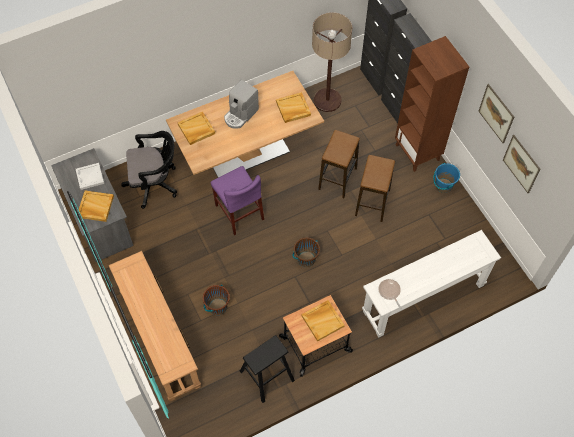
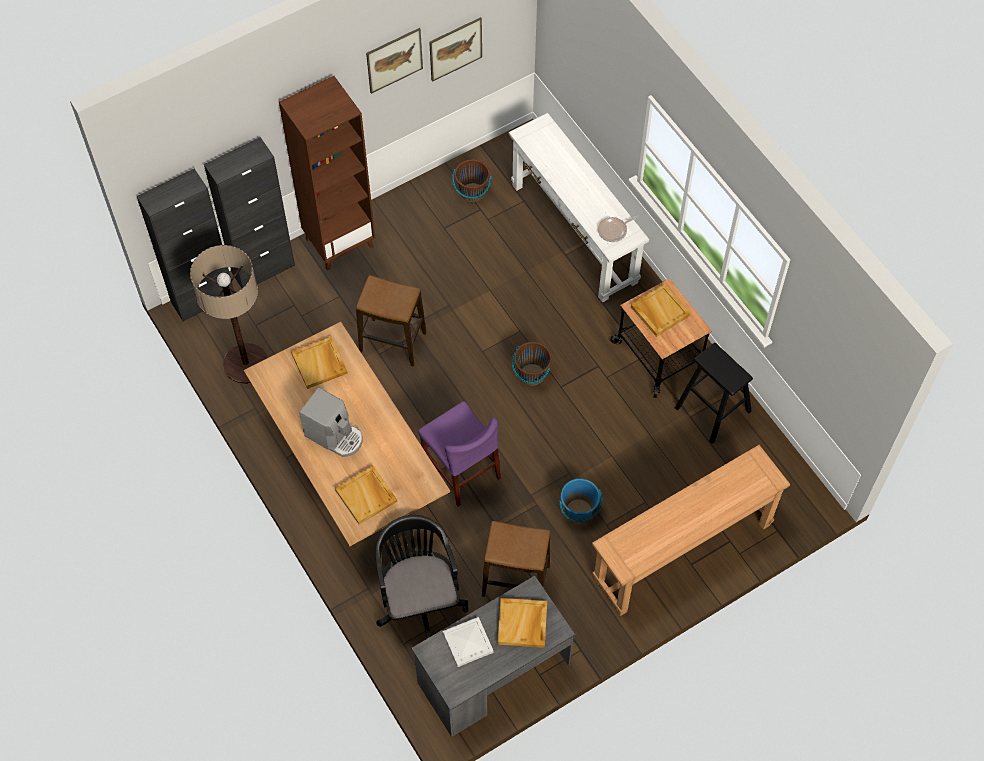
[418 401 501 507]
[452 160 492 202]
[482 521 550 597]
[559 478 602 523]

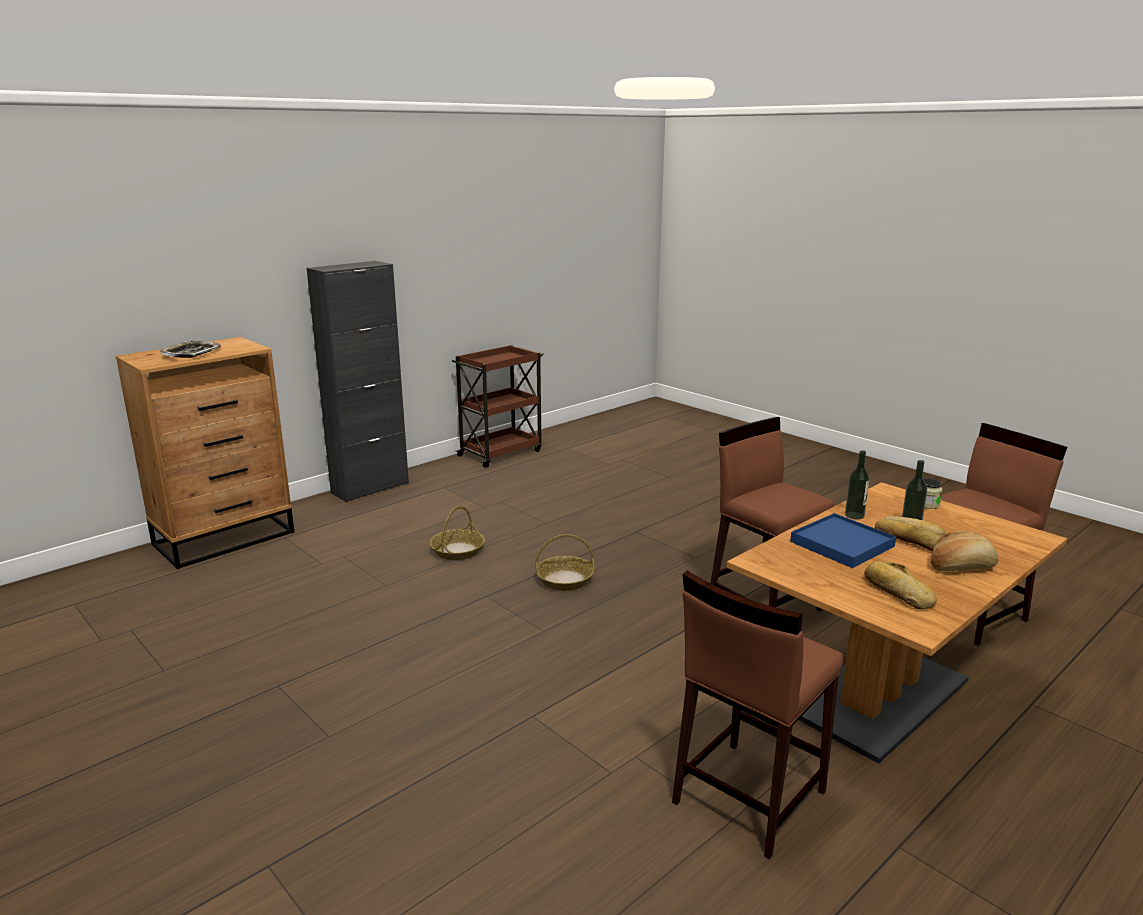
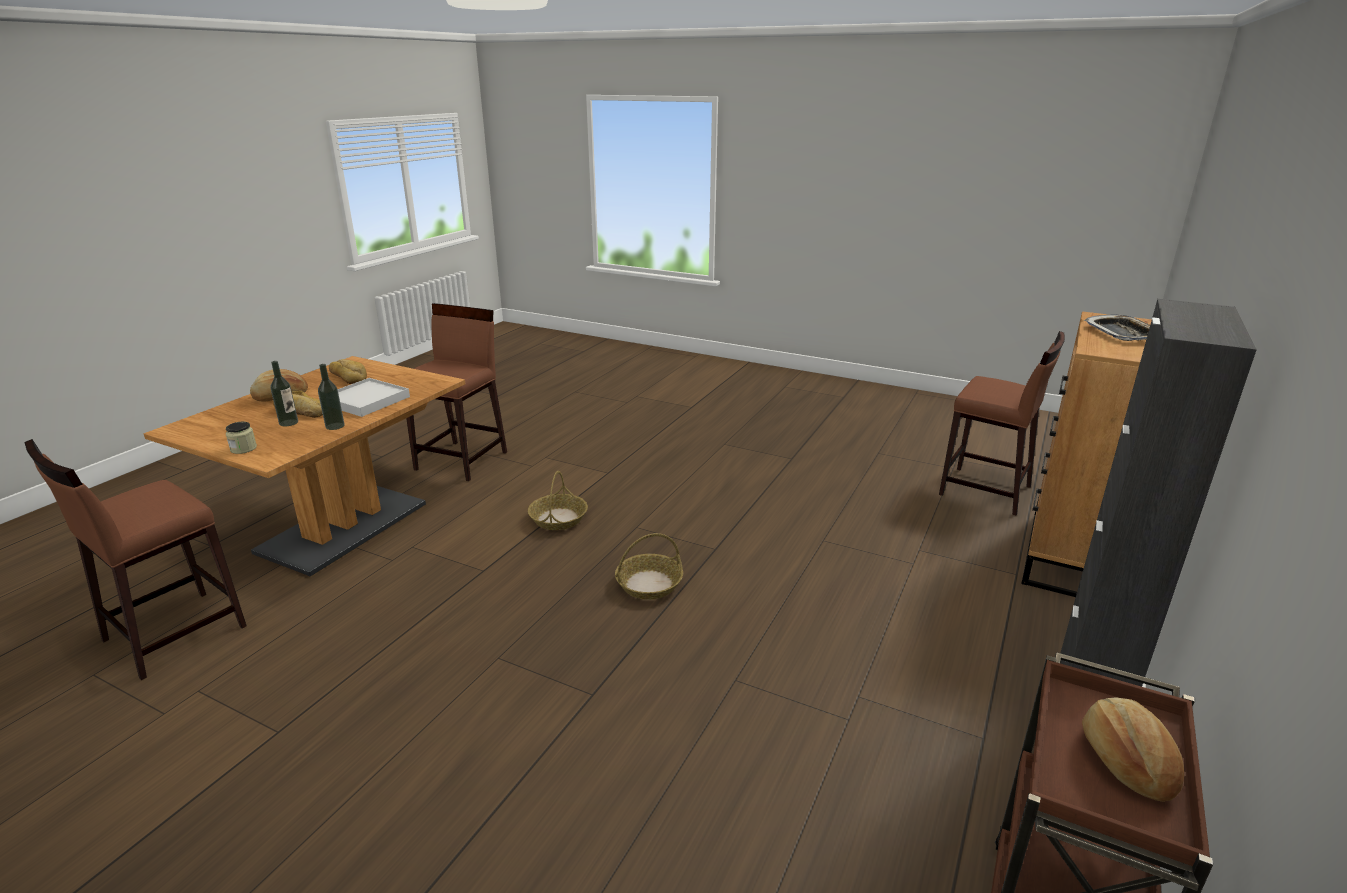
[338 378 410 417]
[528 471 588 530]
[939 331 1065 515]
[1082 698 1184 802]

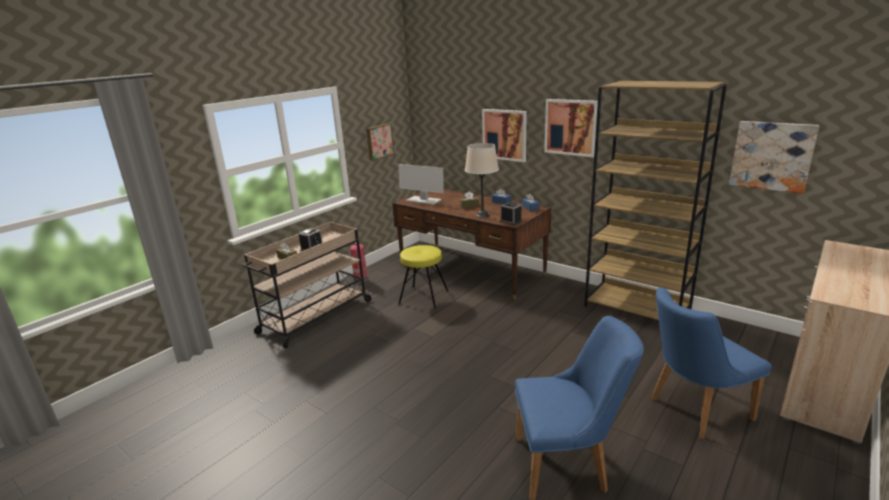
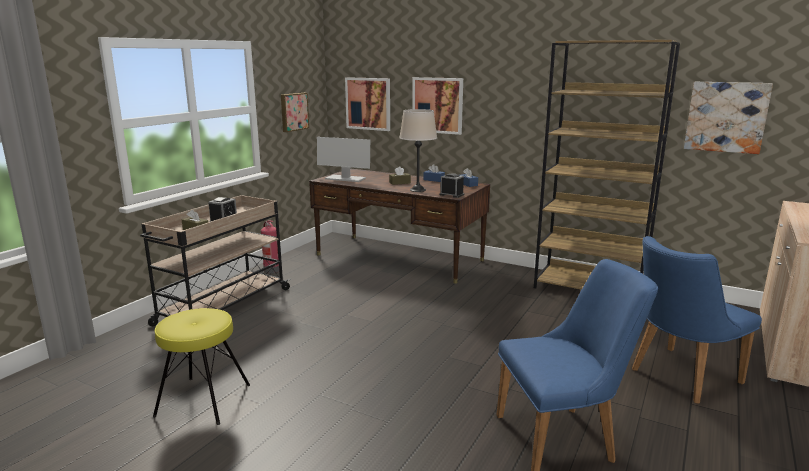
[153 308 250 425]
[345 77 390 131]

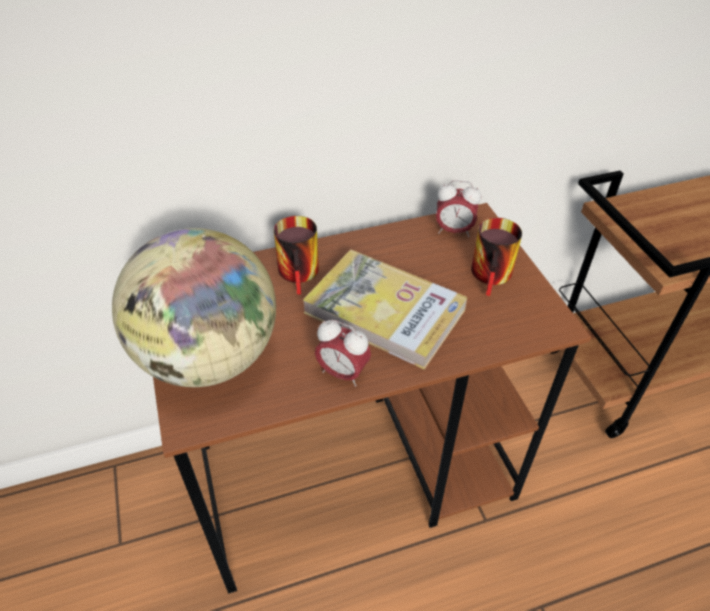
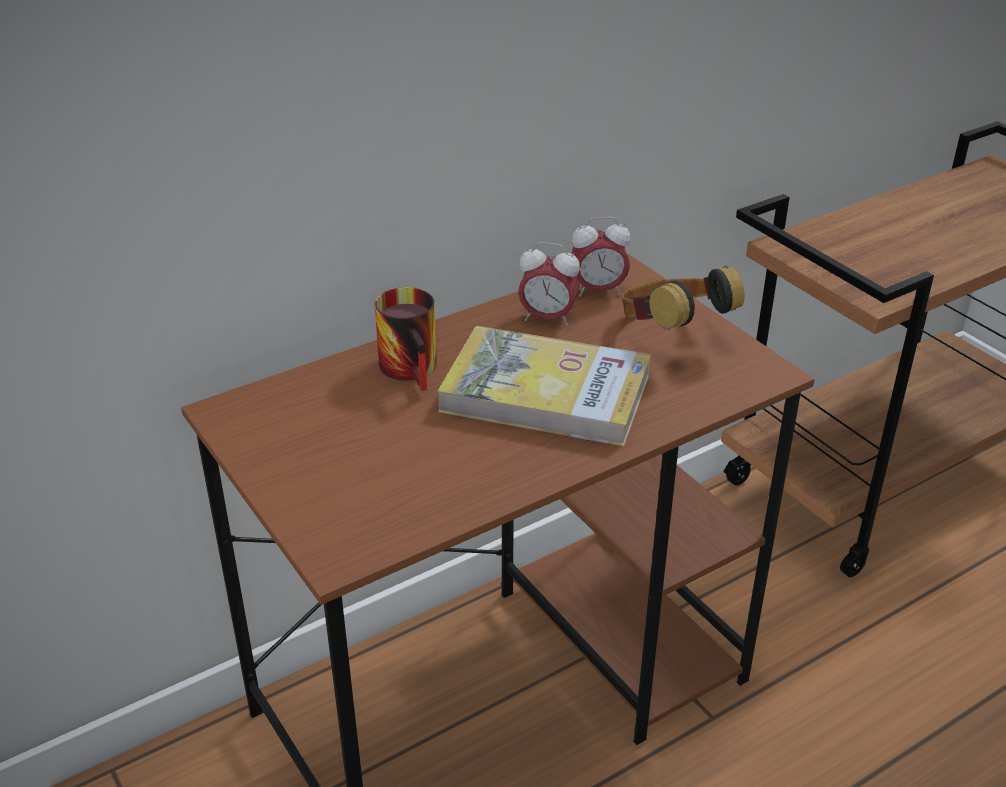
[518 242 580 326]
[622 266 745 330]
[112 228 276 387] (first image)

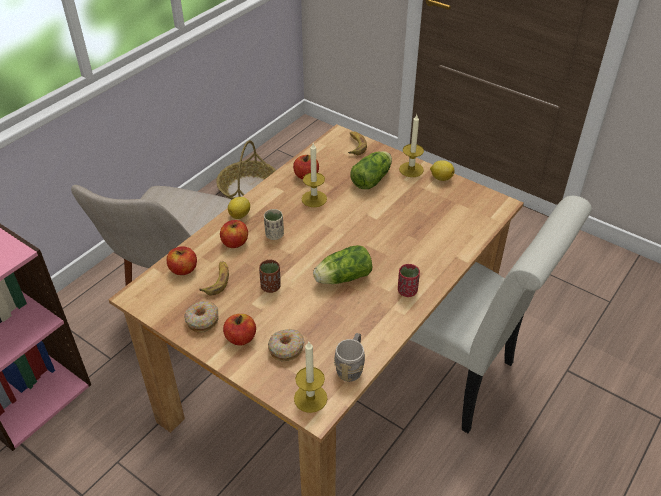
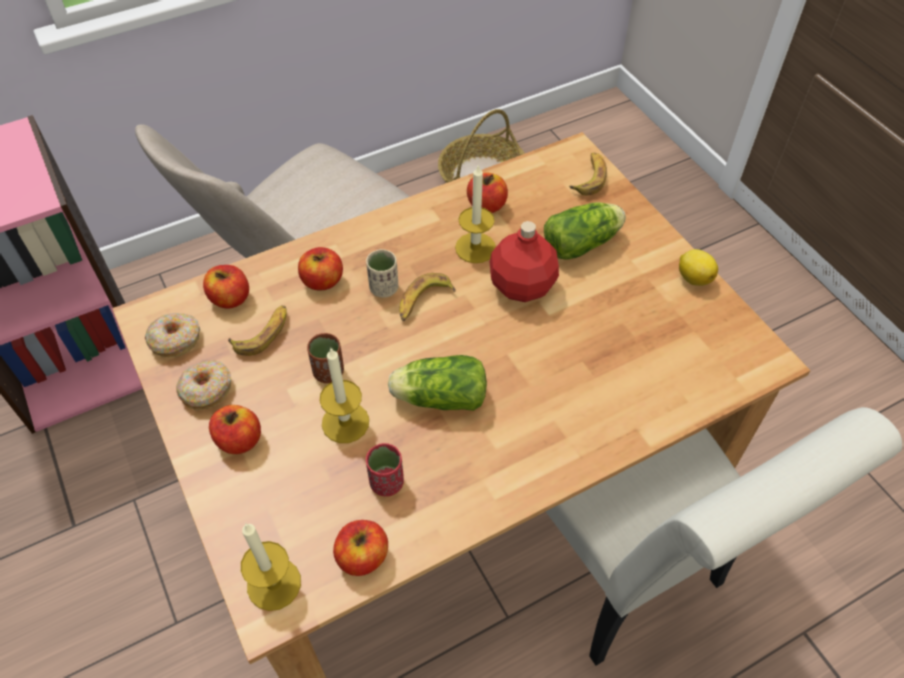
[145 313 200 357]
[319 347 369 443]
[333 520 388 576]
[365 443 404 496]
[399 273 456 321]
[490 221 559 302]
[228 197 250 219] (first image)

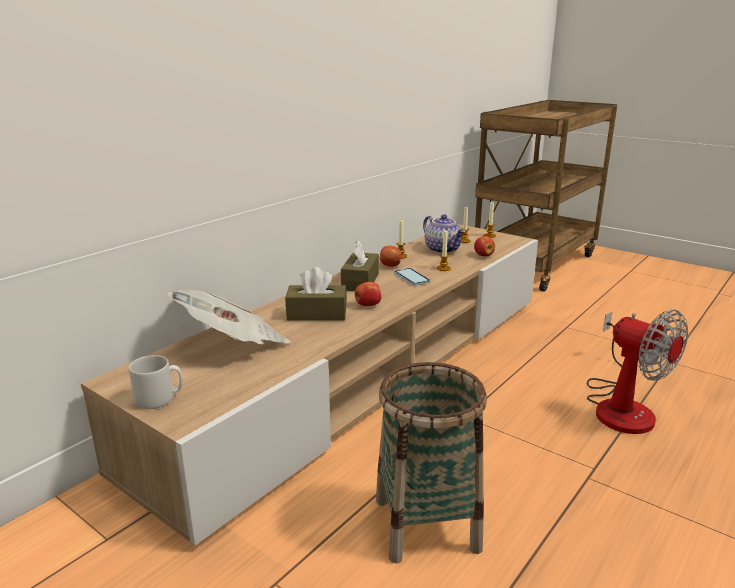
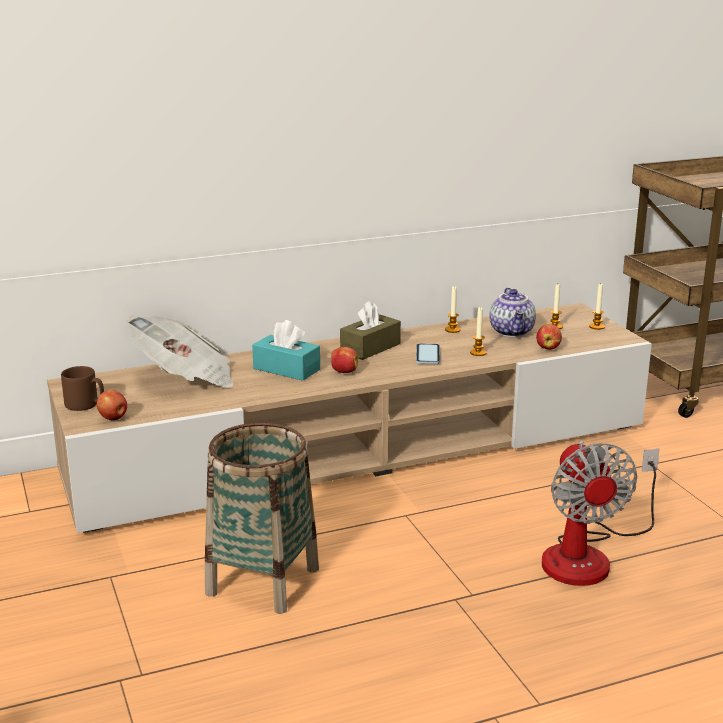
[61 366 104 411]
[97 390 127 420]
[252 320 320 381]

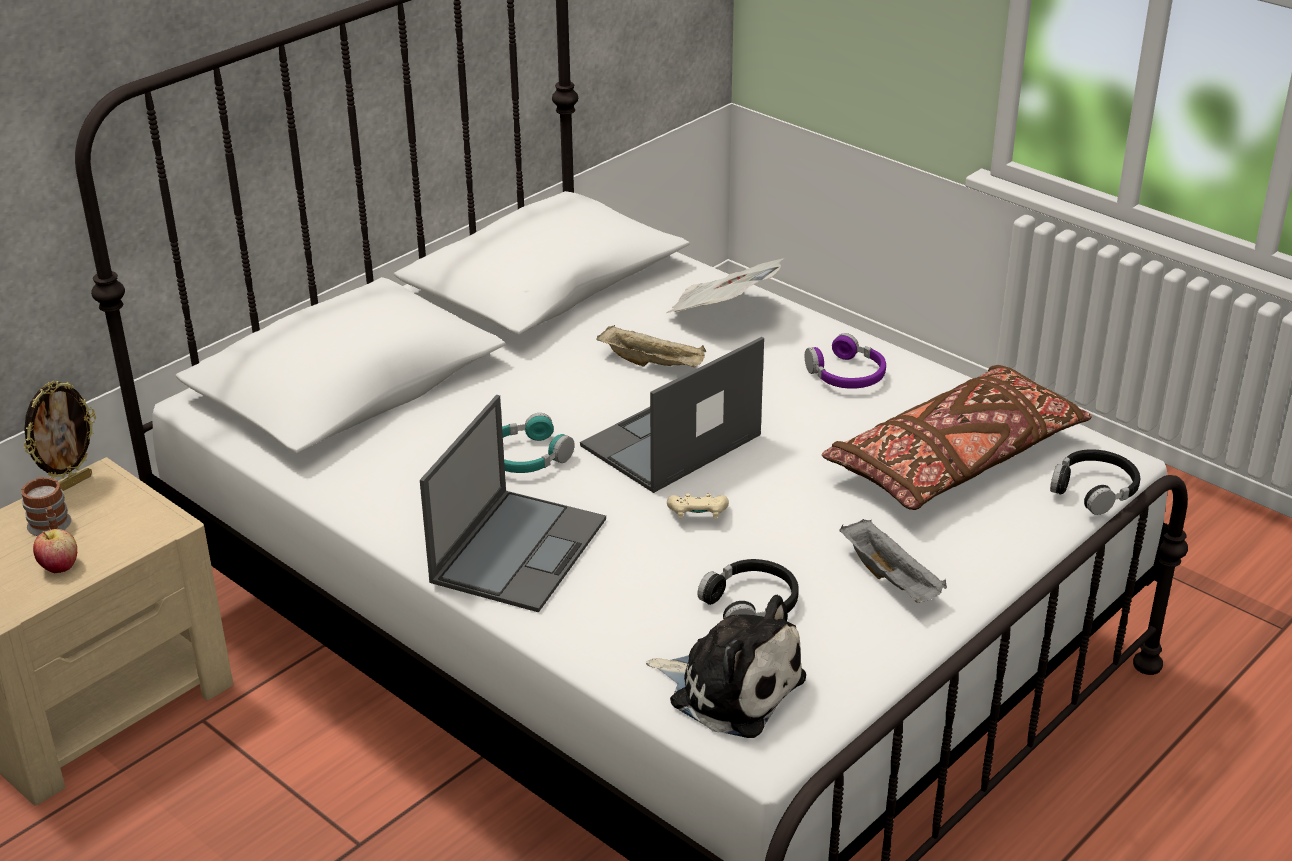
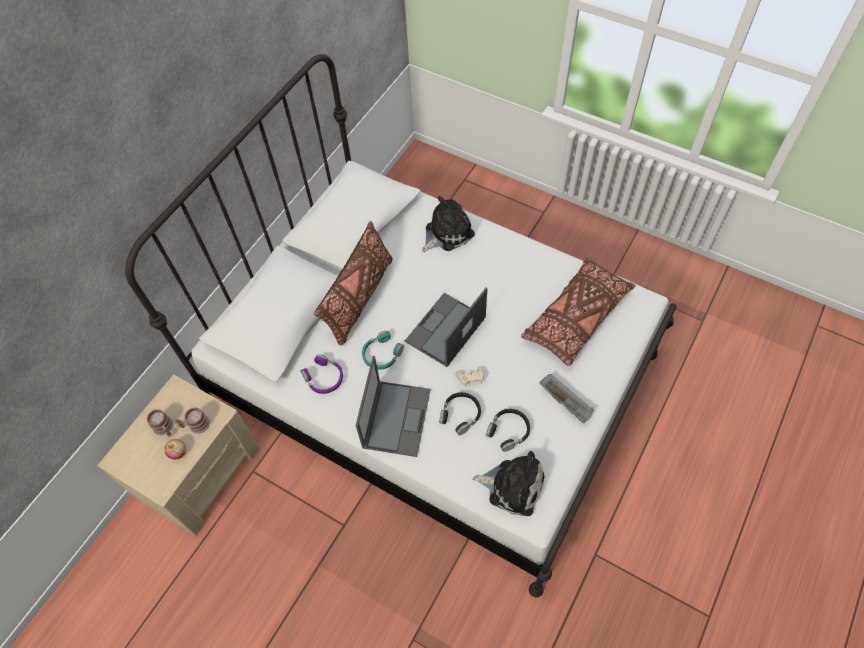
[175 408 210 434]
[301 354 343 394]
[314 221 393 346]
[422 196 475 252]
[439 392 481 435]
[24 381 96 491] (first image)
[596 325 706 367] (first image)

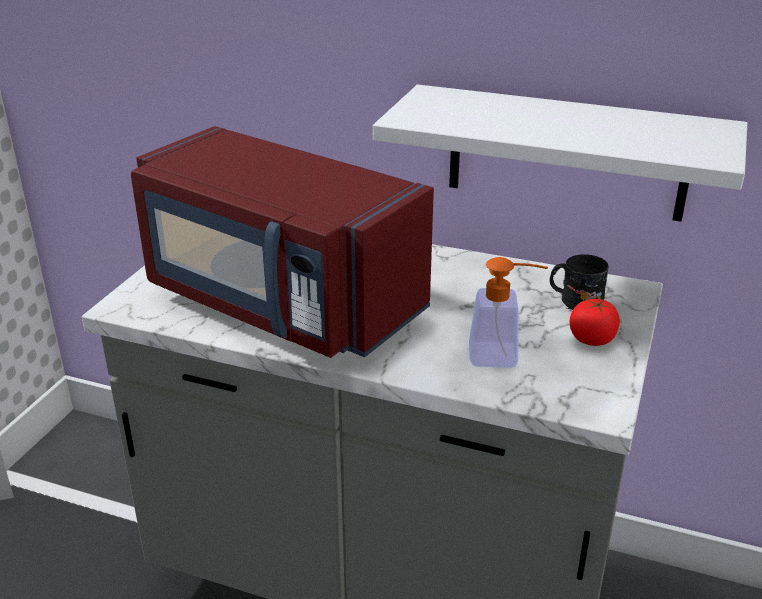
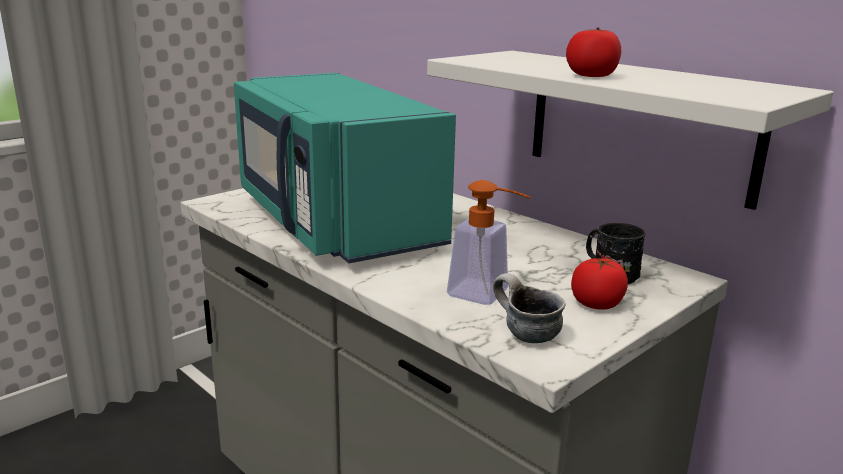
[234 73 456 263]
[493 273 566 343]
[566 27 621 77]

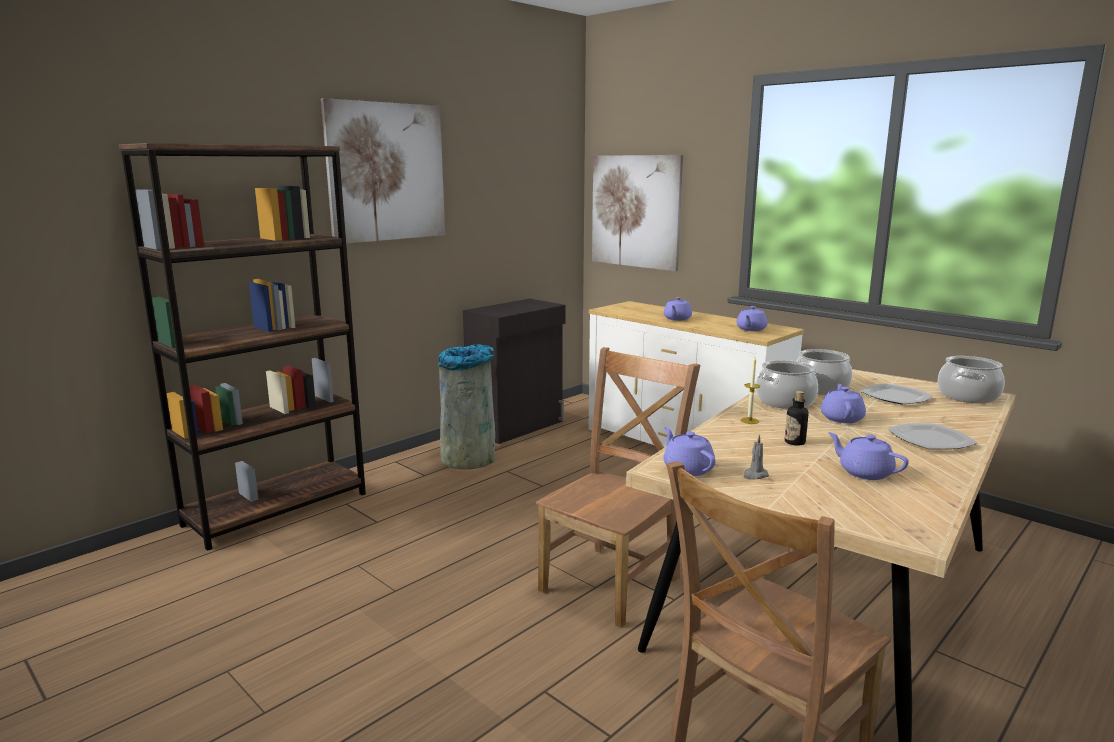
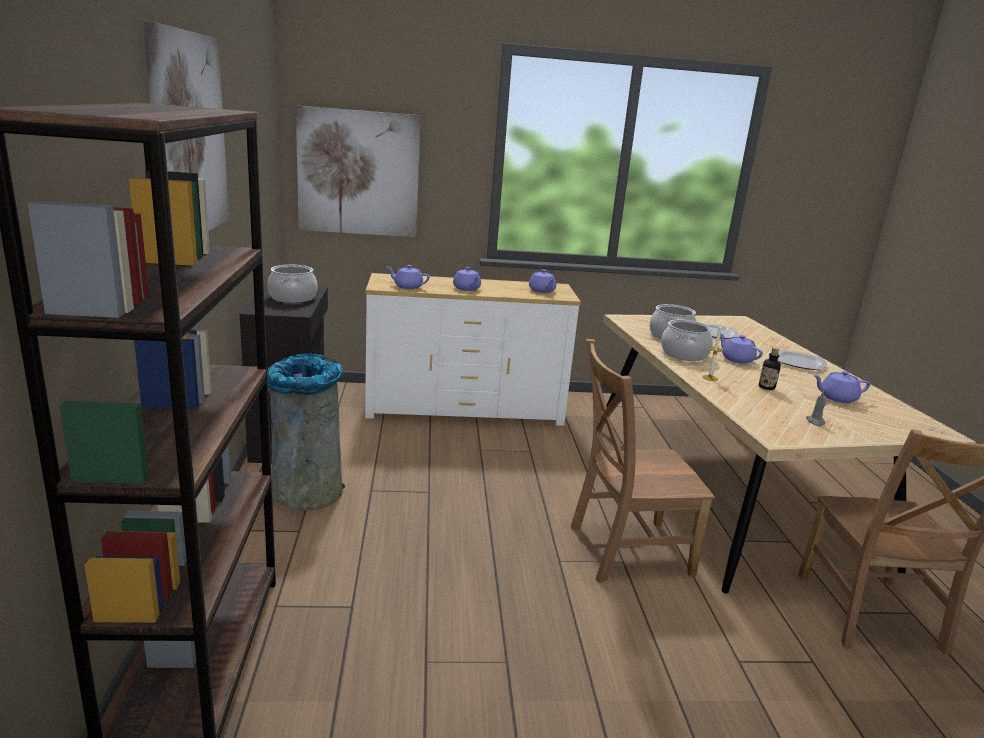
[267 265 317 303]
[387 265 430 289]
[571 339 715 583]

